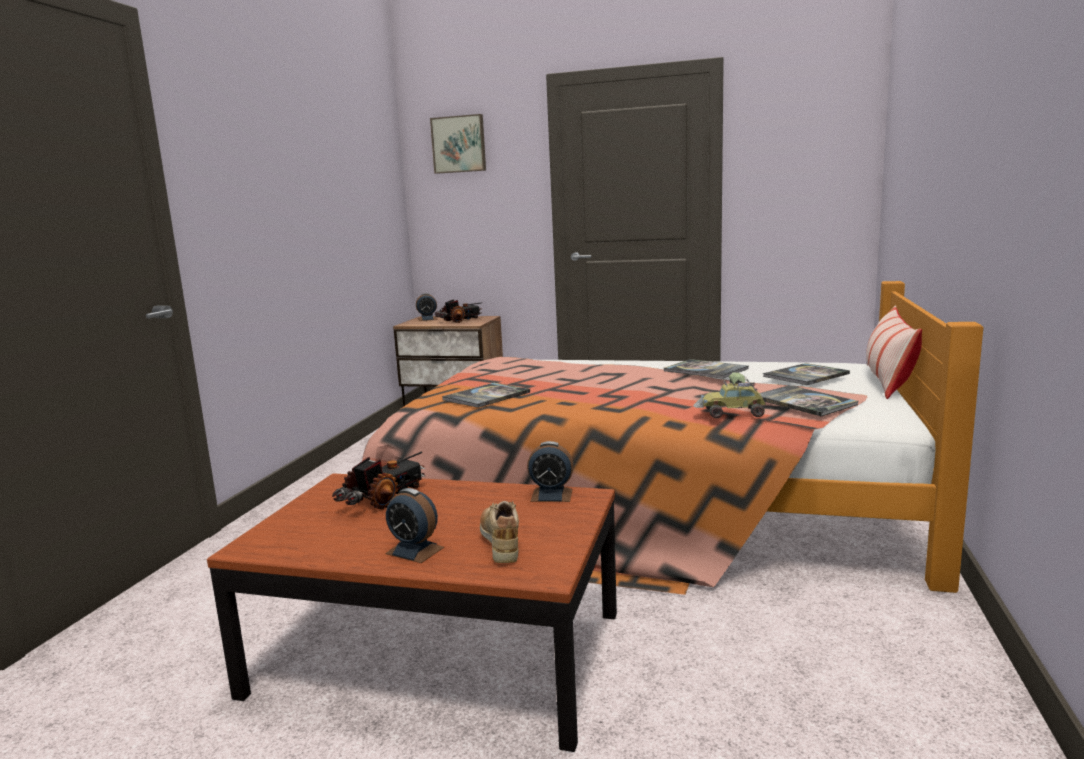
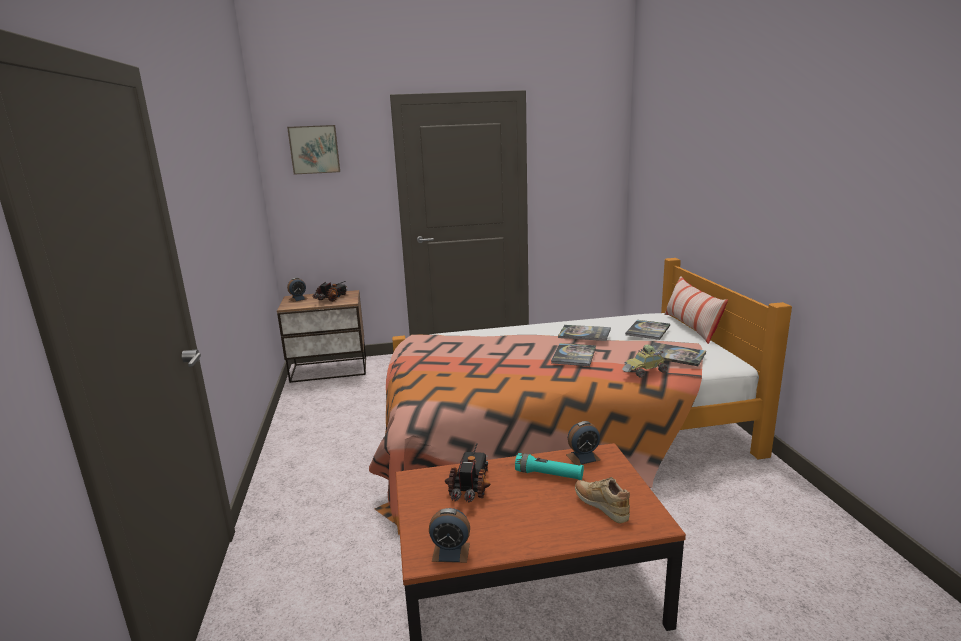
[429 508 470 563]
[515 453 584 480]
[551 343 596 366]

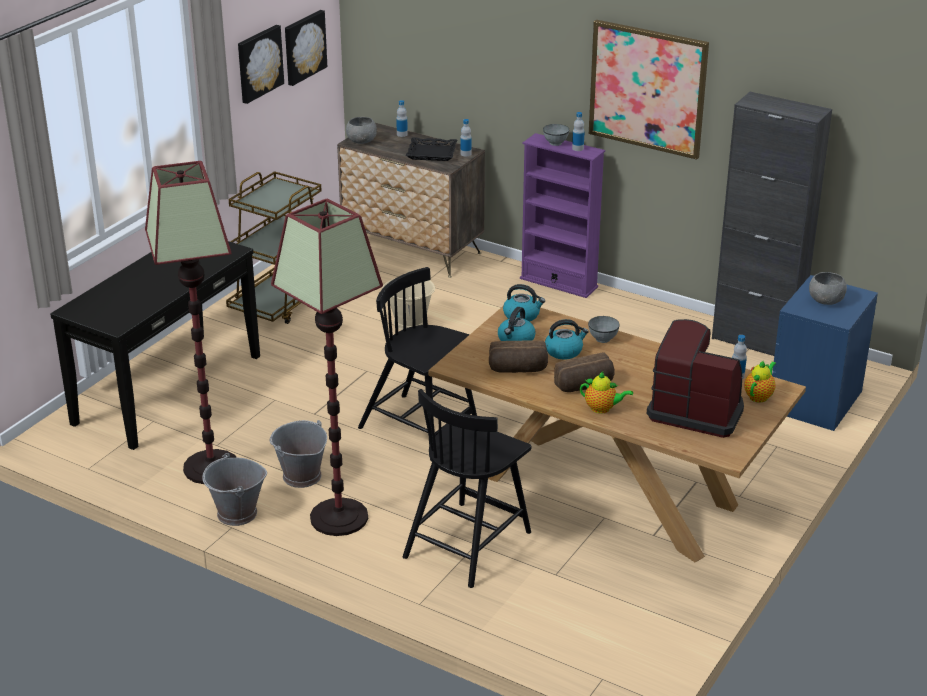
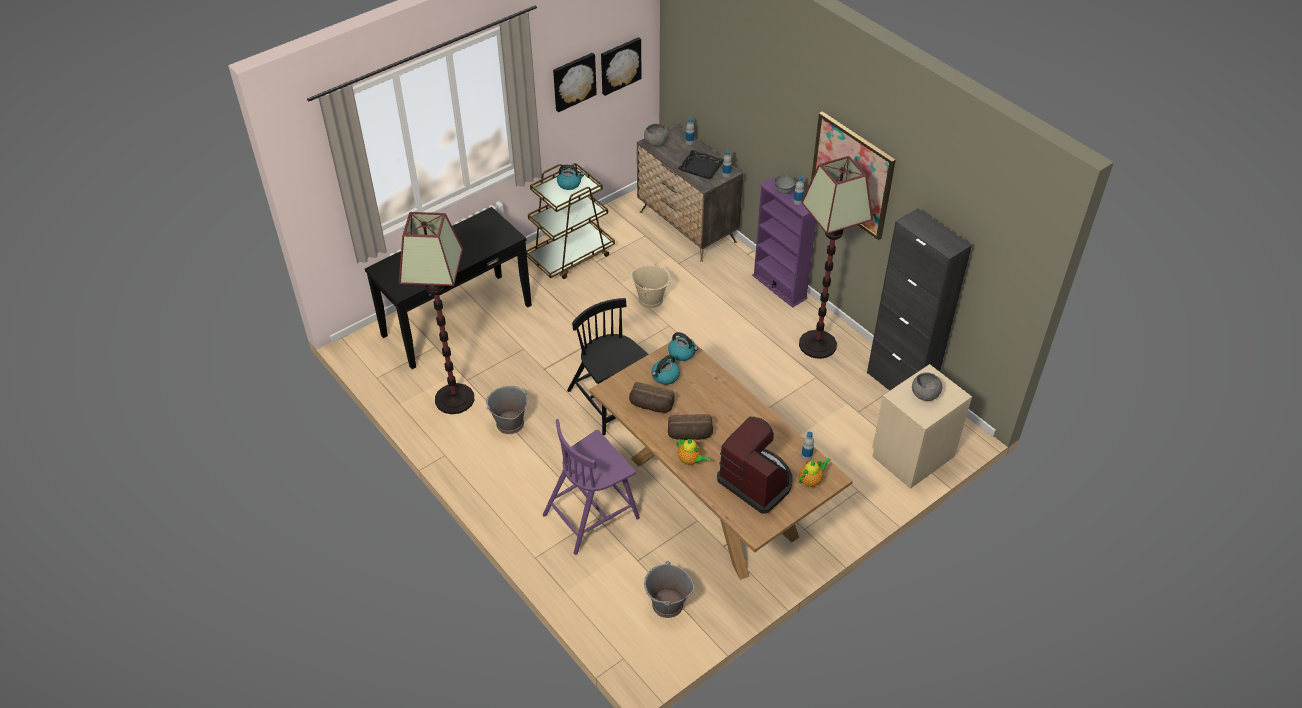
[543 419 640 555]
[557 165 584 190]
[644 561 694 618]
[799 156 873 359]
[872 364 972 489]
[588 316 620 343] (first image)

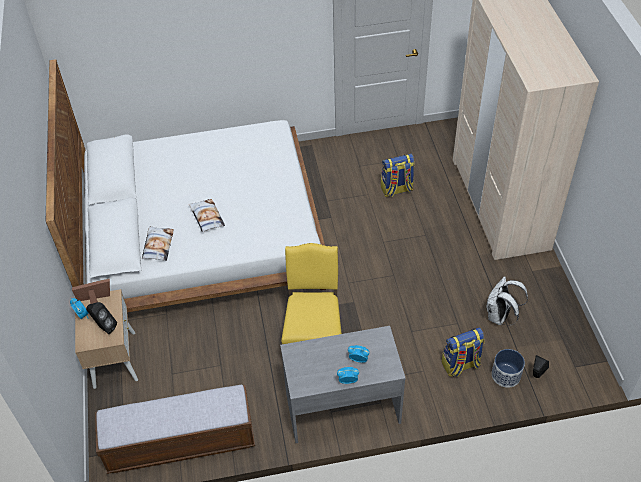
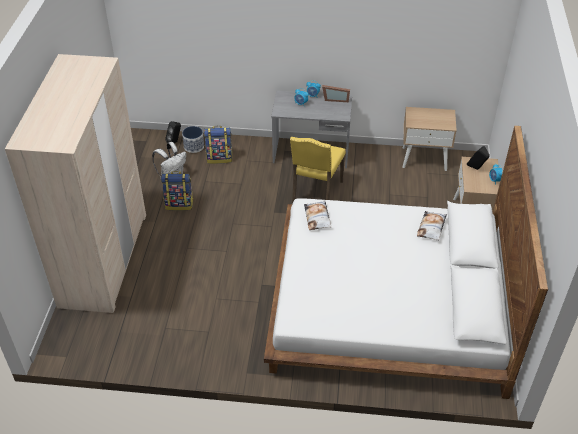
[161 171 193 210]
[304 200 331 230]
[322 85 350 102]
[402 107 457 171]

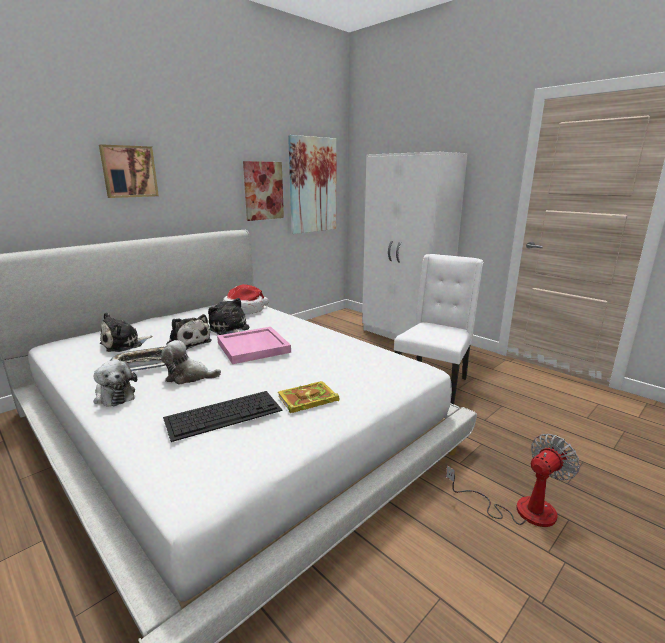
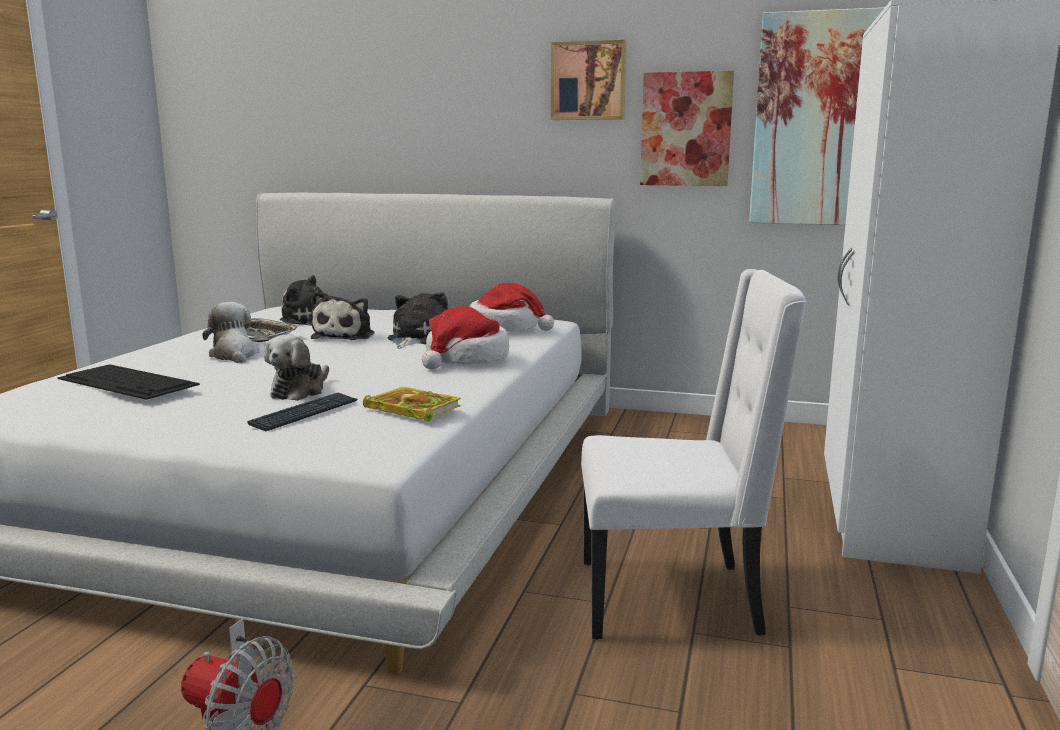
[247 392 358 431]
[264 335 329 401]
[363 387 461 422]
[422 306 509 370]
[551 40 626 120]
[217 327 291 364] (first image)

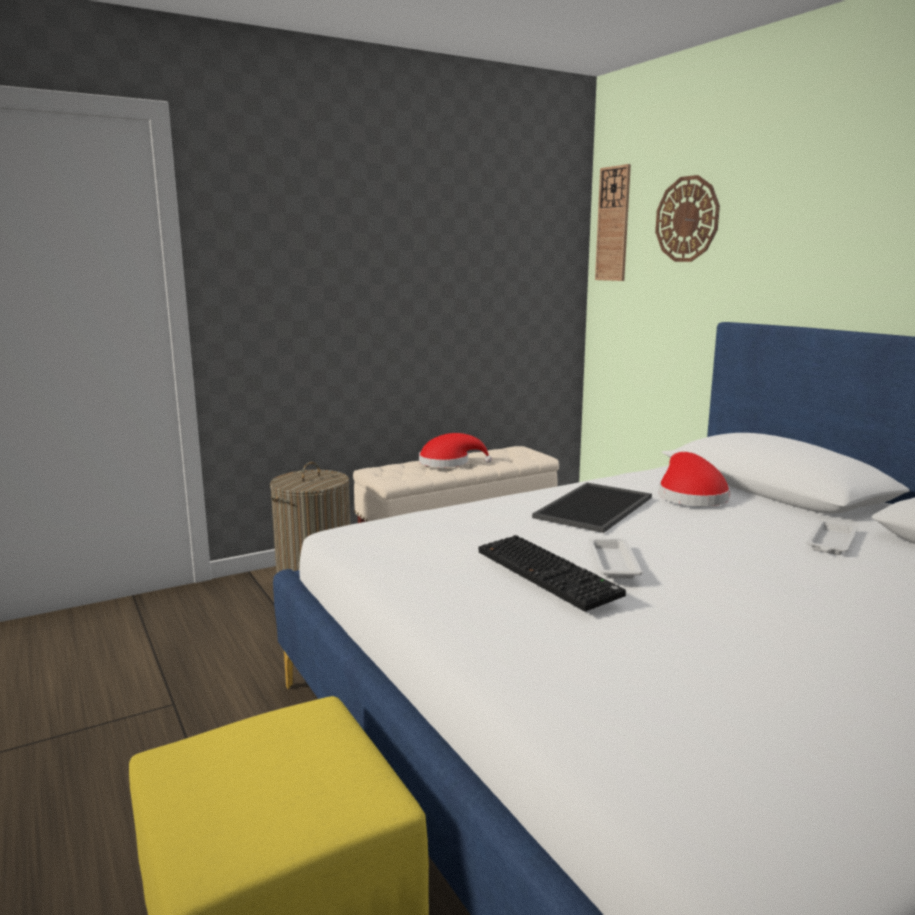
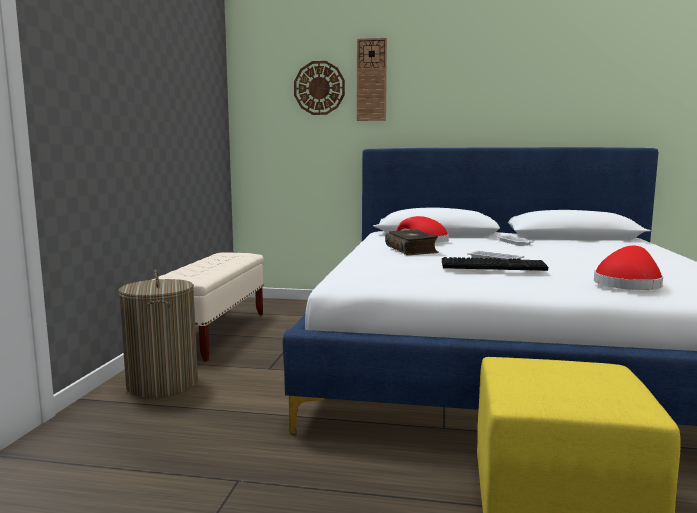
[357 38 387 121]
[385 230 439 255]
[594 246 663 290]

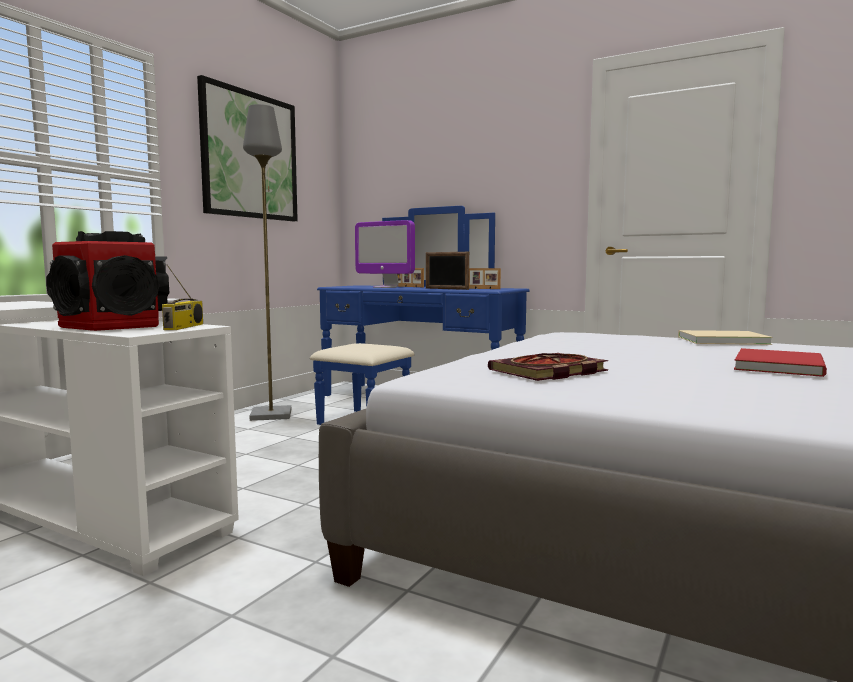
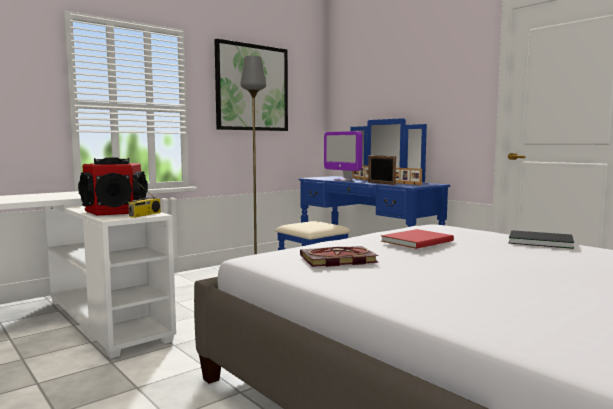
[381 229 454 249]
[509 230 574 249]

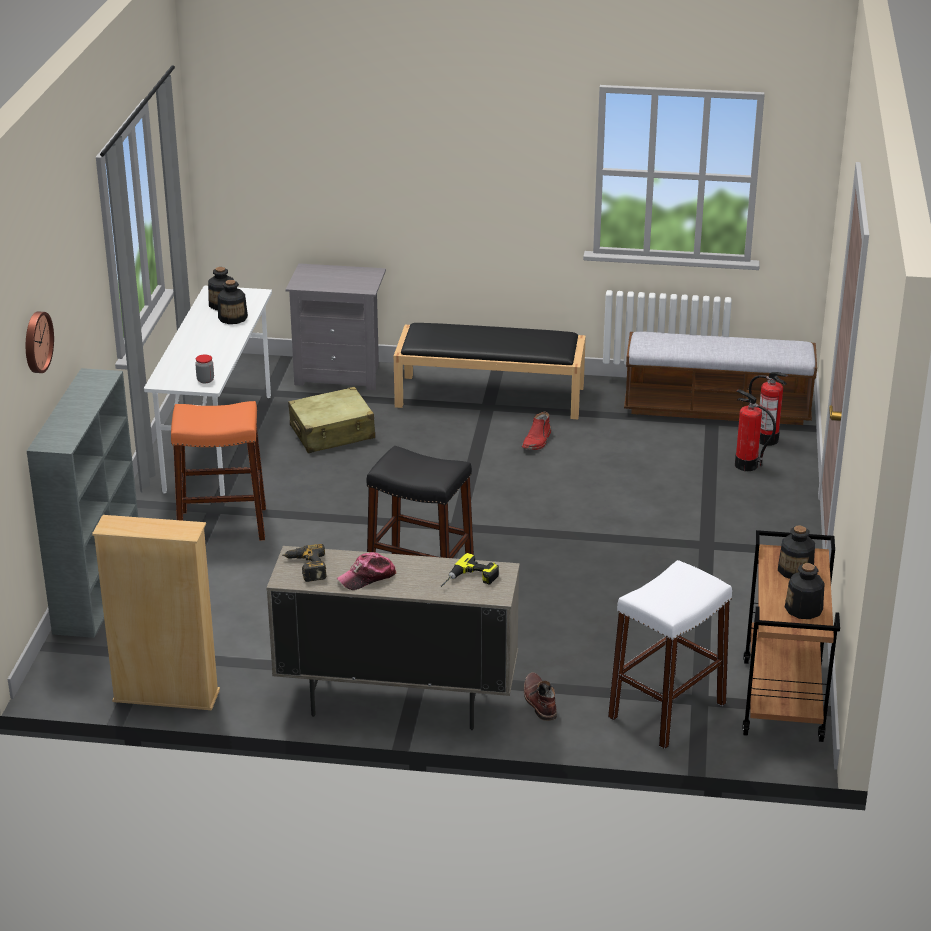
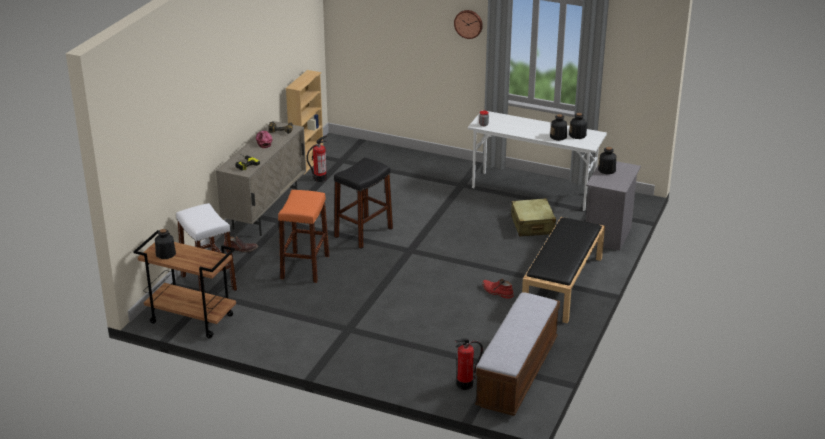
[278 190 329 283]
[306 135 327 182]
[454 10 483 39]
[598 147 616 174]
[27 368 138 638] (first image)

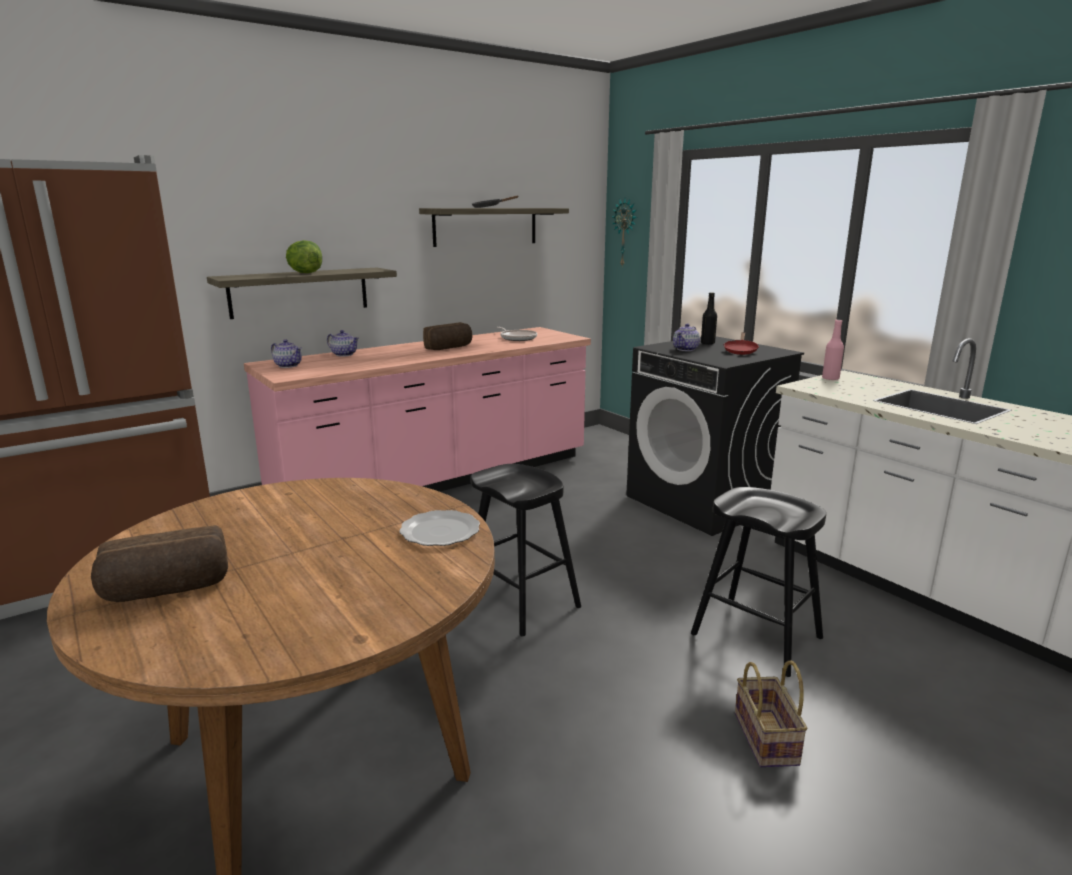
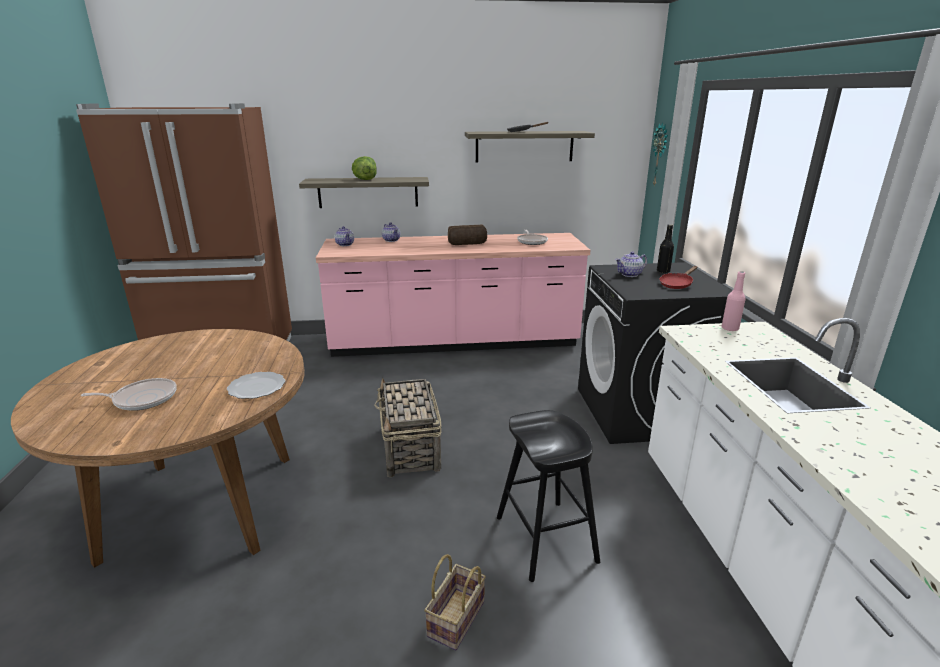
[81 378 177 411]
[374 378 441 477]
[91 525 228 602] (first image)

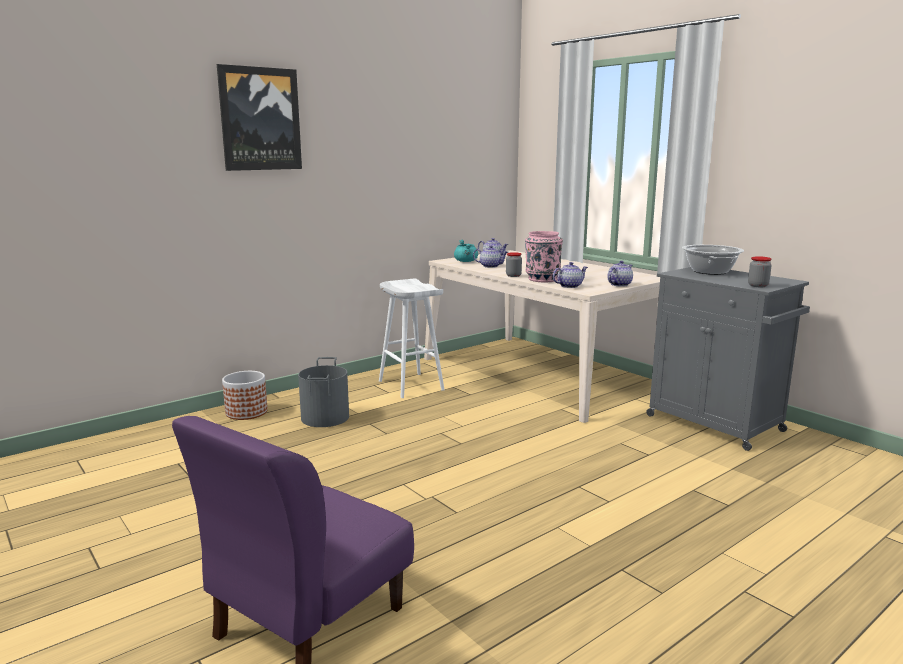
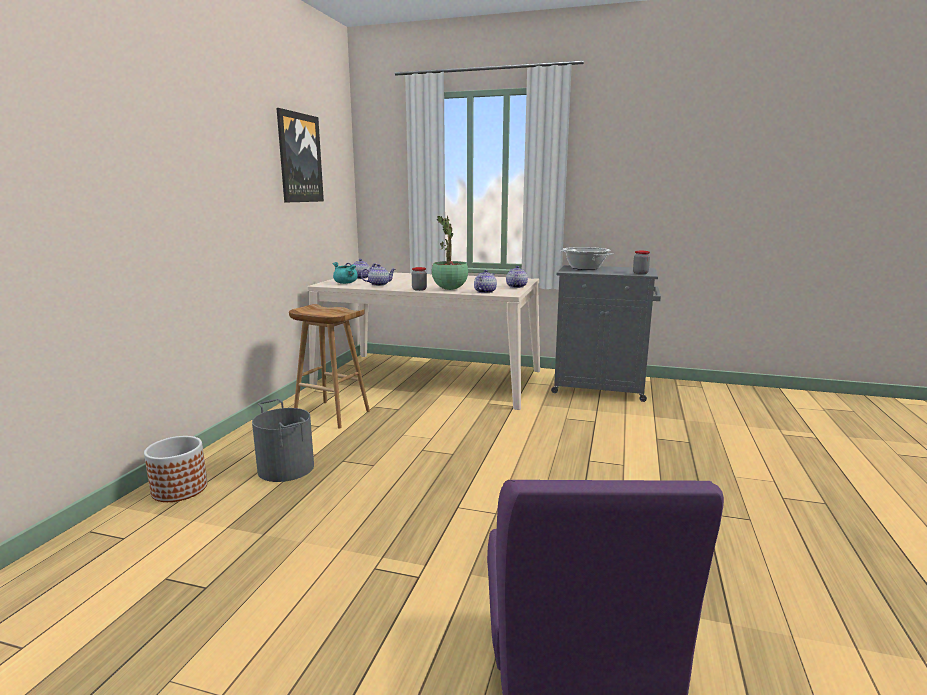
[277 108 324 202]
[289 304 370 428]
[432 216 468 290]

